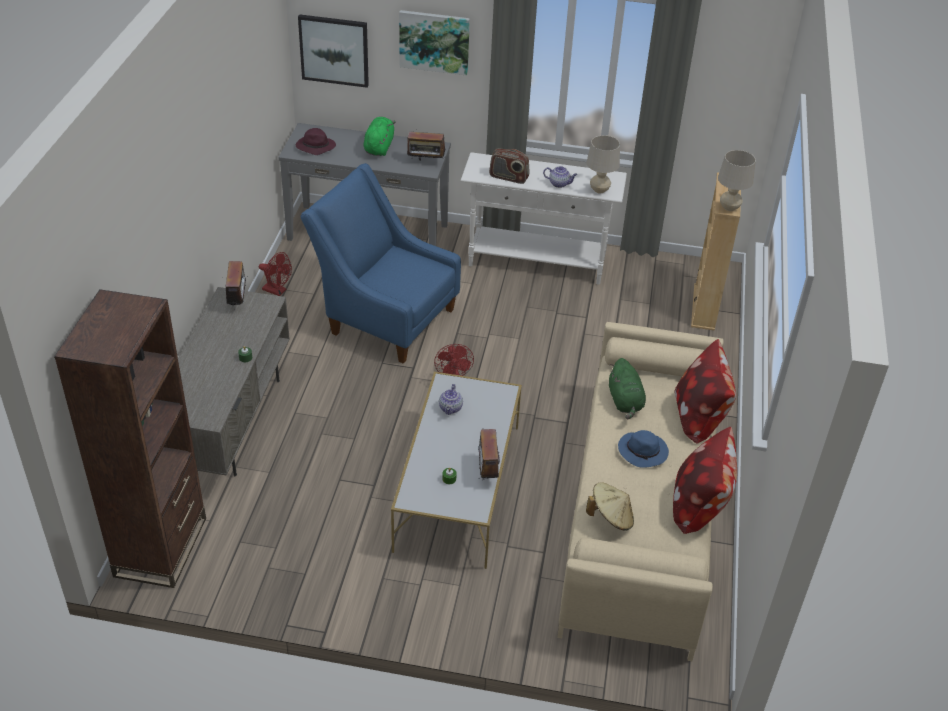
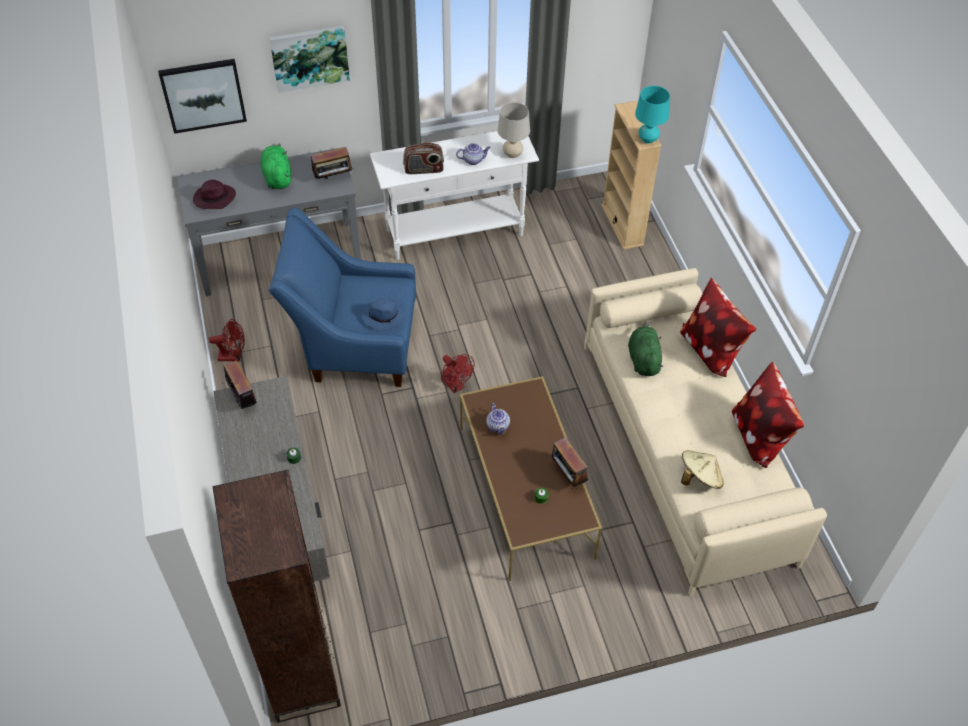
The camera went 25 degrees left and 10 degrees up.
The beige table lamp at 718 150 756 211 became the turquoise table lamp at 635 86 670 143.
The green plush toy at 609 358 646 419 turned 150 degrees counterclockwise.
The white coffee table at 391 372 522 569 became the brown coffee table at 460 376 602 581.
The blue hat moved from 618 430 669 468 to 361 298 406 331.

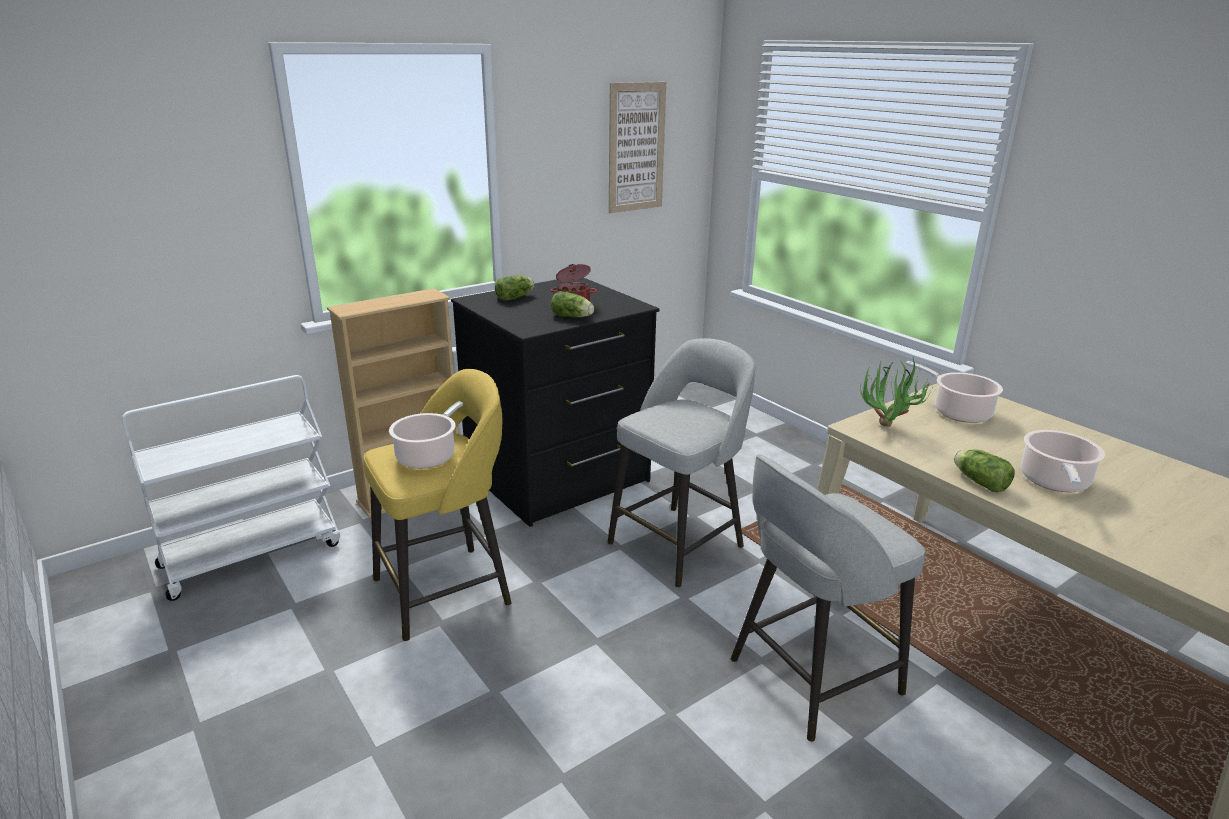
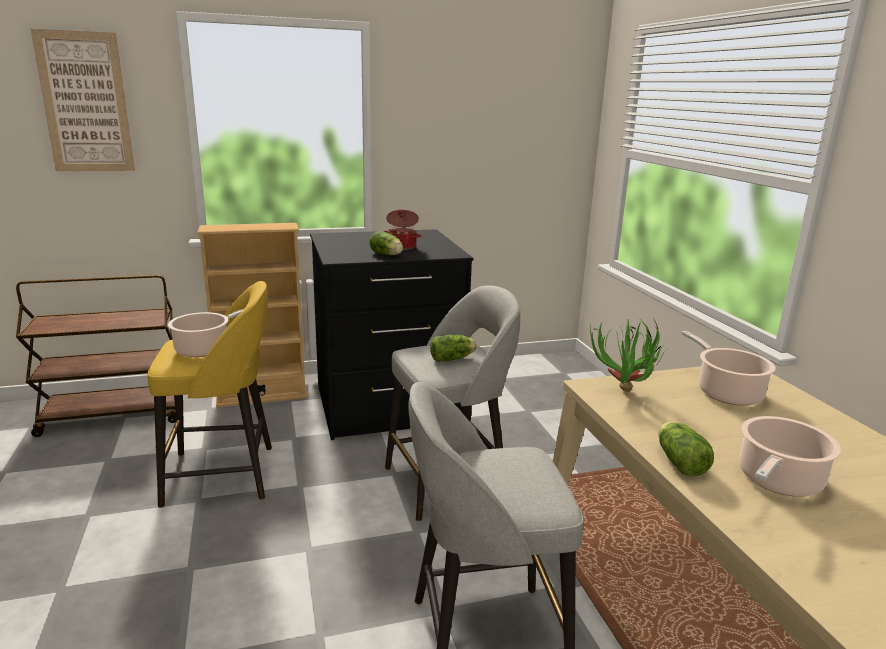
The camera went 20 degrees right and 5 degrees down.
The picture moved from 609 82 666 213 to 31 29 135 171.
The lettuce moved from 495 275 535 301 to 430 335 477 362.
The white cart at 122 375 340 601 became the brown cart at 16 275 176 437.

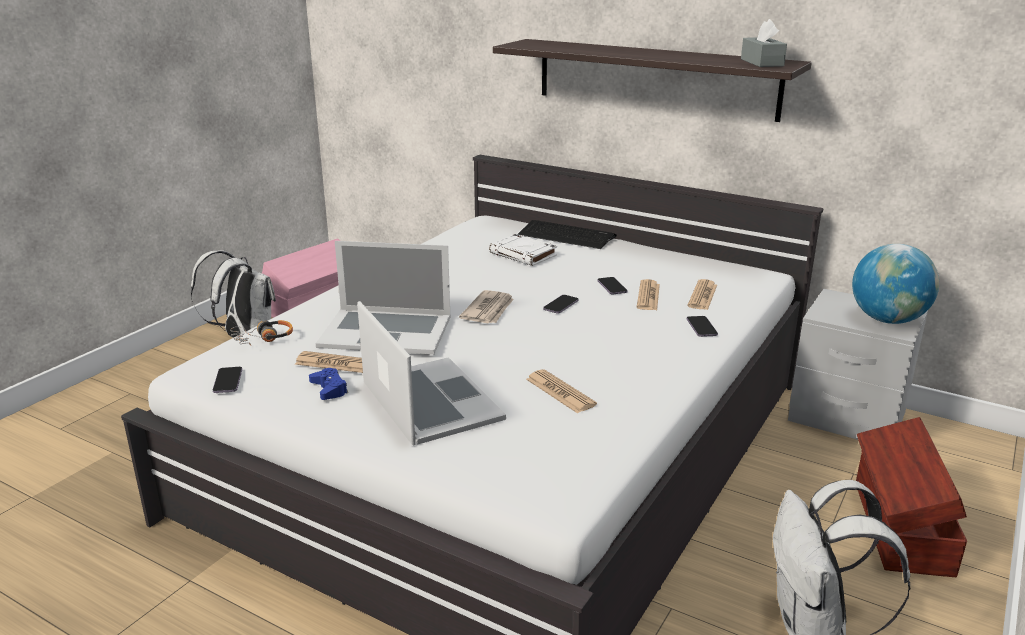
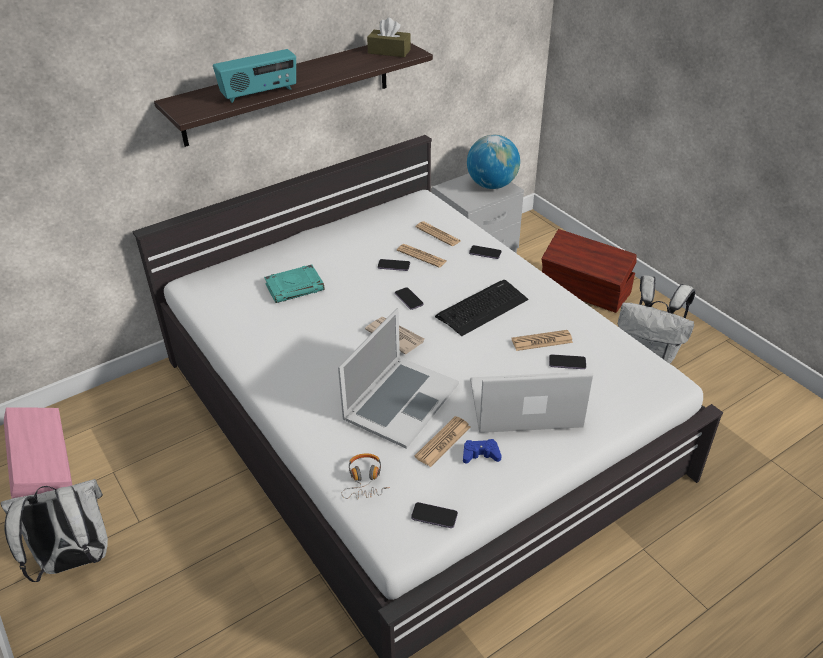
The camera went 65 degrees left and 15 degrees up.
The grey tissue box at 741 19 787 67 became the brown tissue box at 367 18 411 57.
The keyboard moved from 518 220 617 249 to 435 280 528 336.
The white book at 489 234 557 266 became the turquoise book at 264 264 325 303.
The radio at 213 49 296 103 appeared.
The phone at 549 354 586 369 appeared.

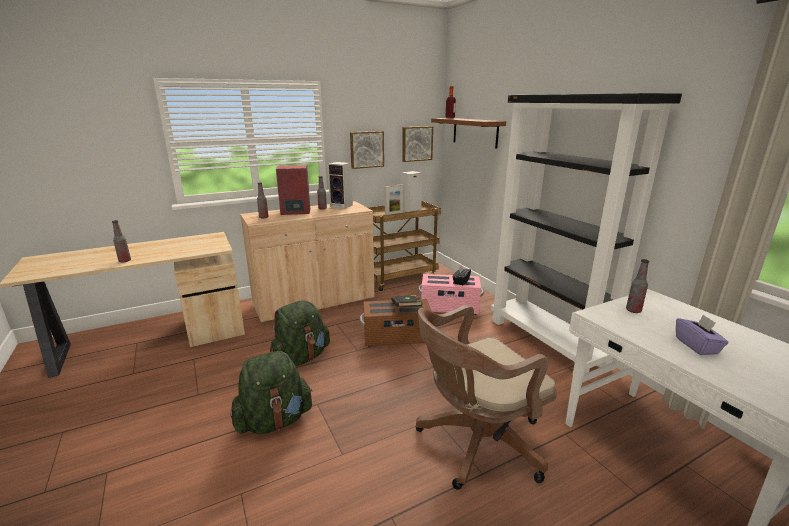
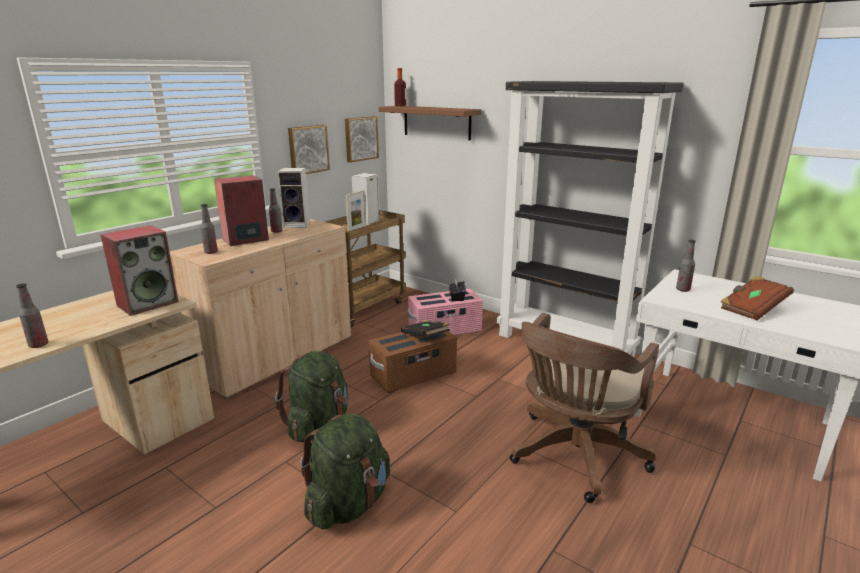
The camera went 25 degrees left and 0 degrees up.
The purple tissue box at 676 314 729 355 was replaced by the brown book at 720 276 794 320.
The speaker at 100 225 179 316 appeared.

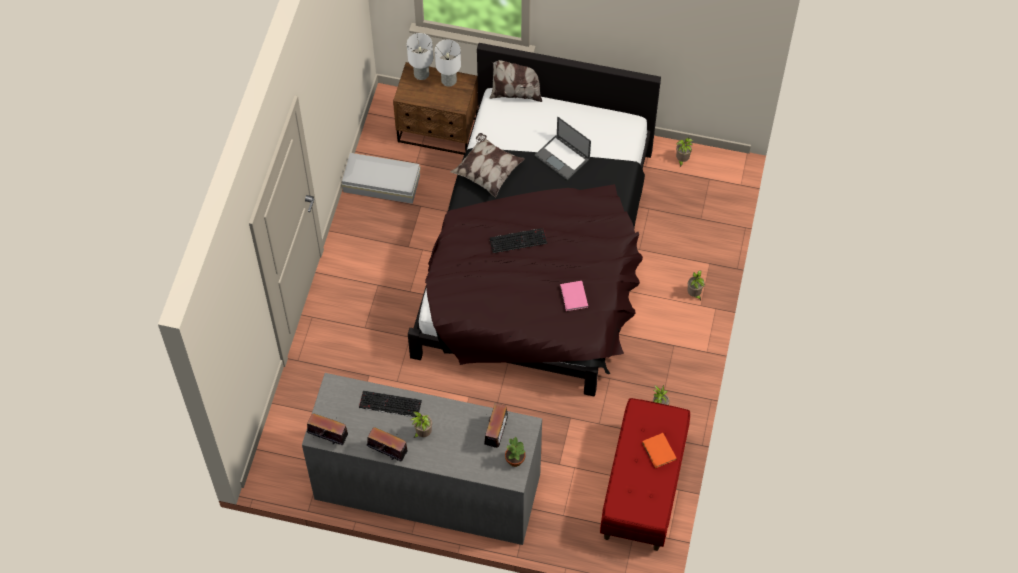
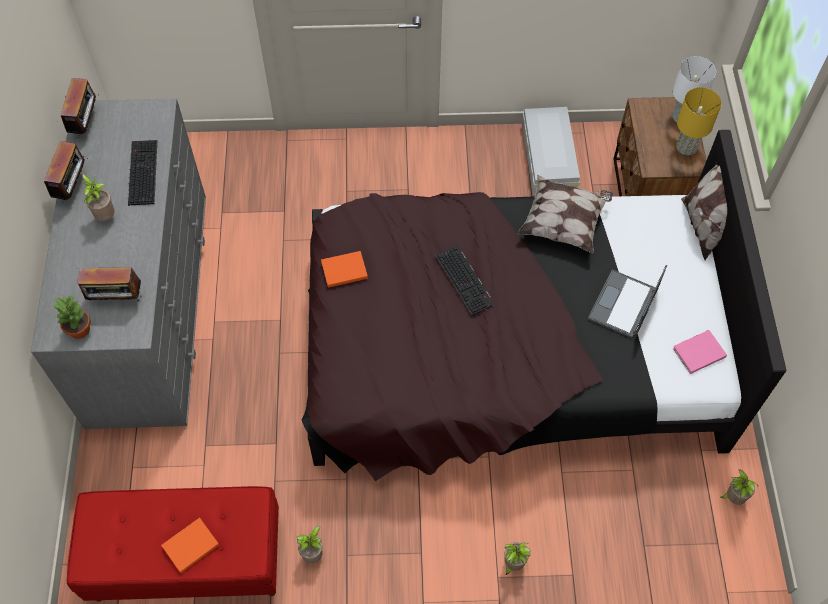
The camera went 75 degrees right and 0 degrees up.
The white table lamp at 435 39 461 87 became the yellow table lamp at 676 87 722 155.
The pink book moved from 560 281 588 311 to 673 330 727 374.
The orange book at 321 251 368 288 appeared.

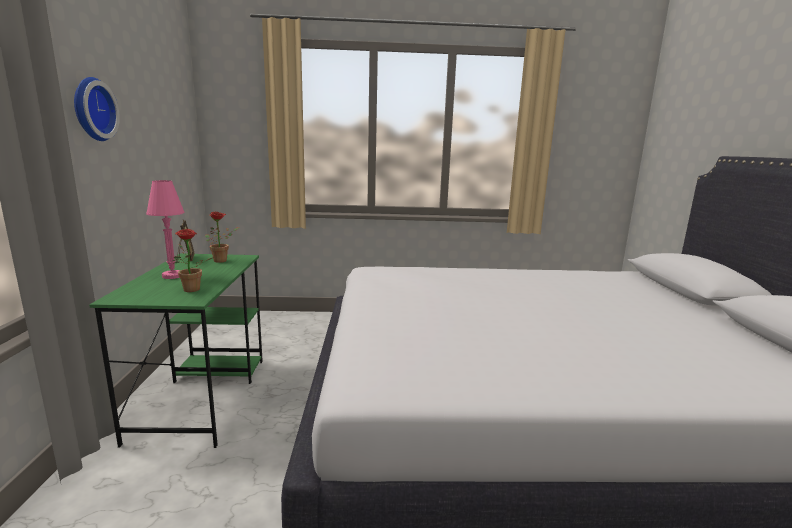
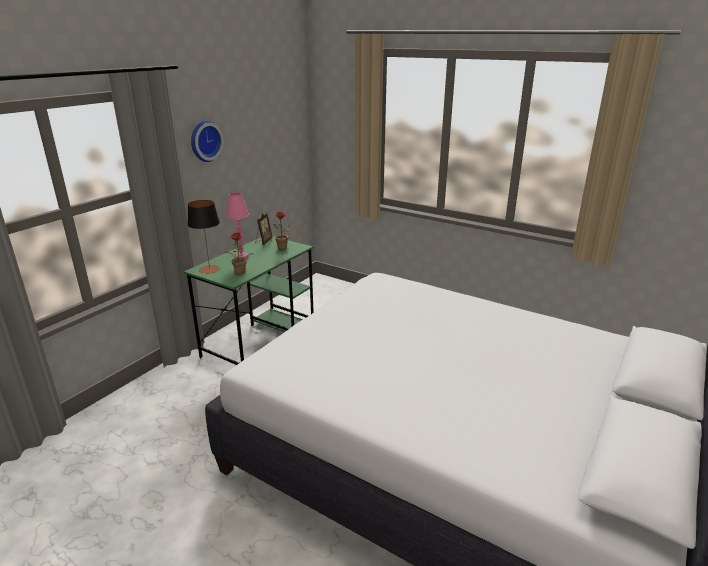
The camera went 35 degrees right and 10 degrees up.
The table lamp at 187 200 220 274 appeared.

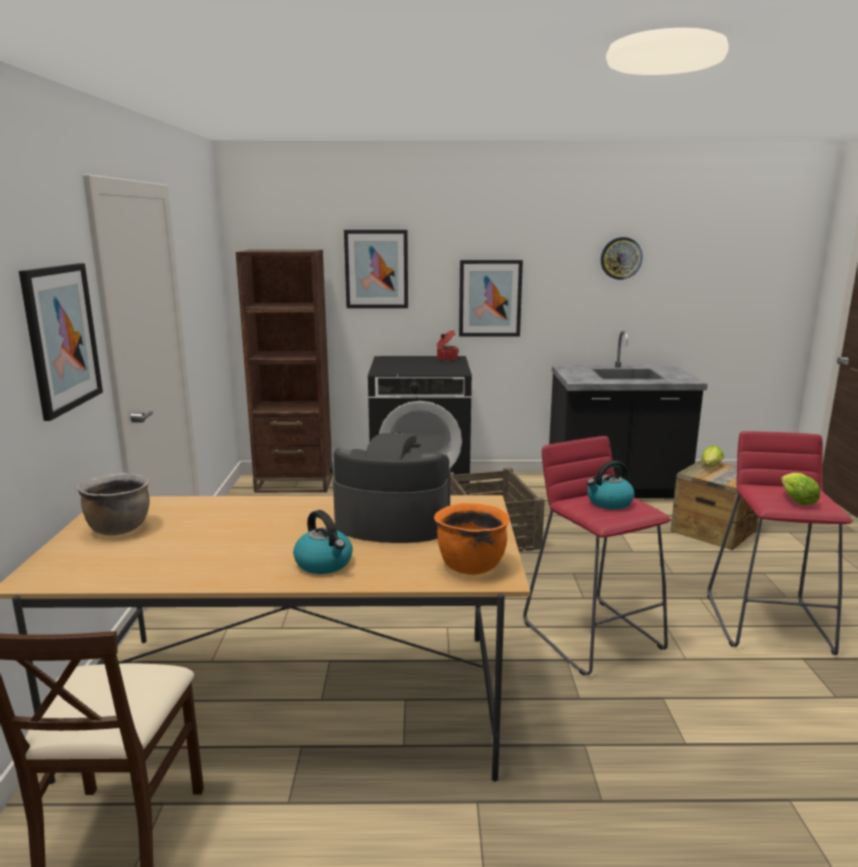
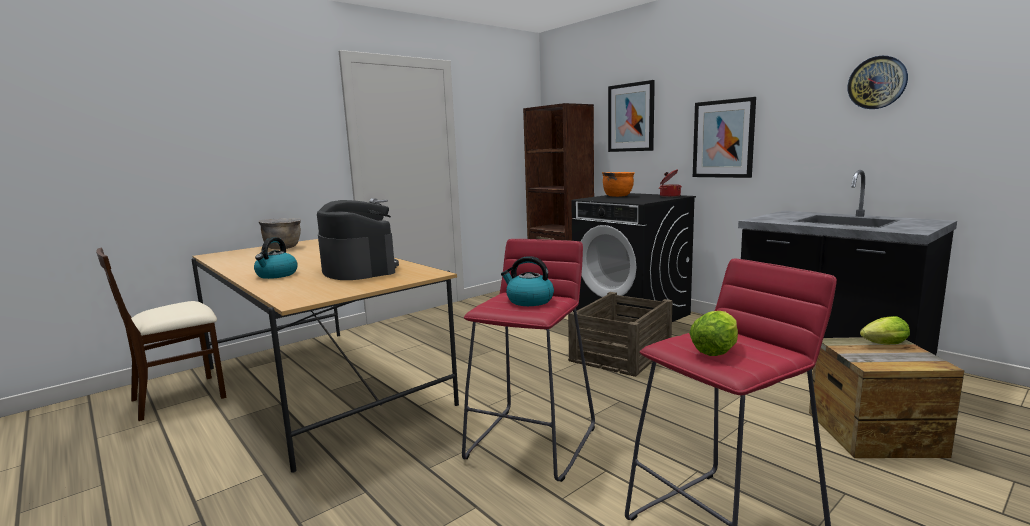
The camera went 50 degrees right and 5 degrees down.
The picture at 19 263 103 421 disappeared.
The orange cooking pot moved from 434 503 510 575 to 602 172 635 197.

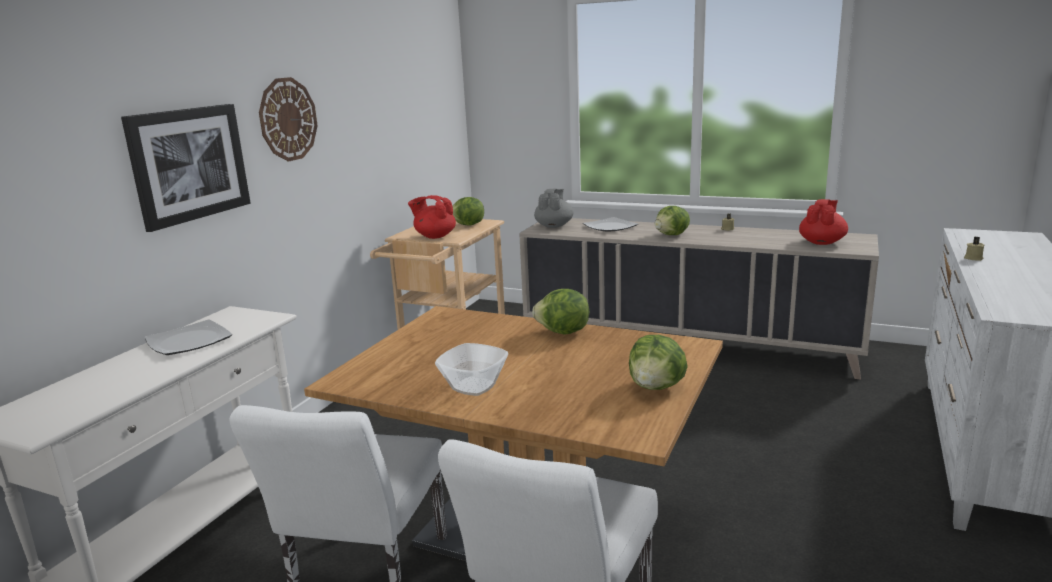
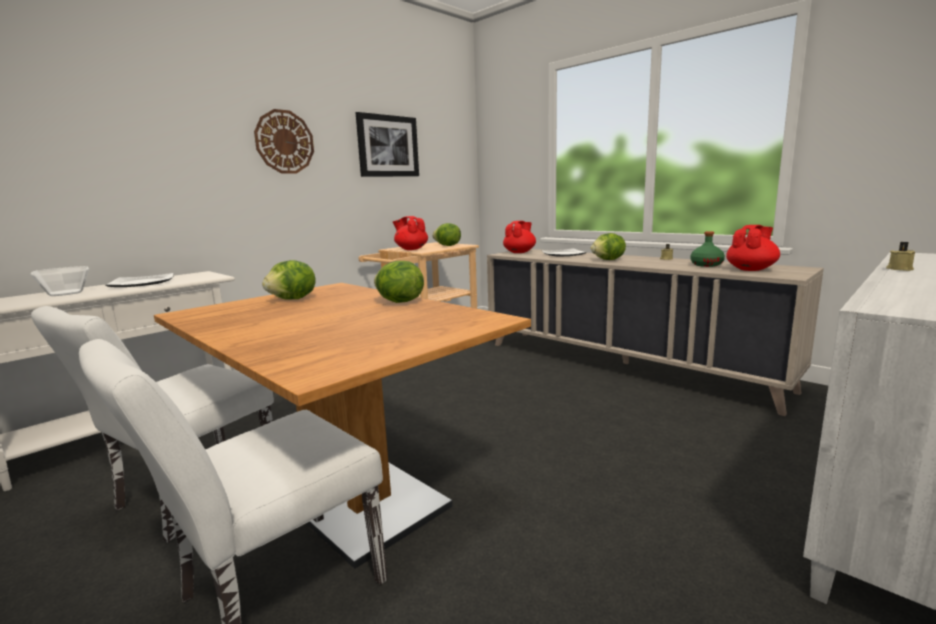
The camera went 20 degrees right and 5 degrees down.
The picture moved from 121 104 251 232 to 356 112 419 177.
The grey teapot at 534 189 573 228 became the red teapot at 503 221 536 253.
The lettuce moved from 629 335 688 390 to 262 260 315 299.
The bowl moved from 435 343 508 396 to 30 266 89 296.
The green bottle at 690 231 725 267 appeared.

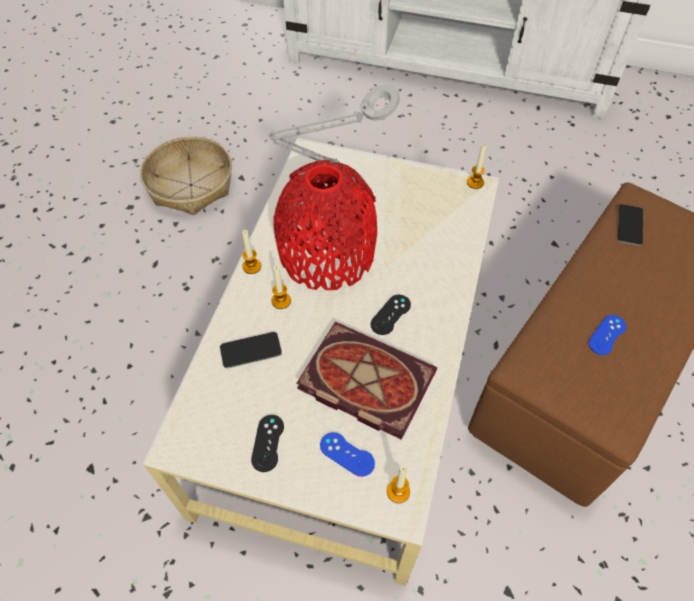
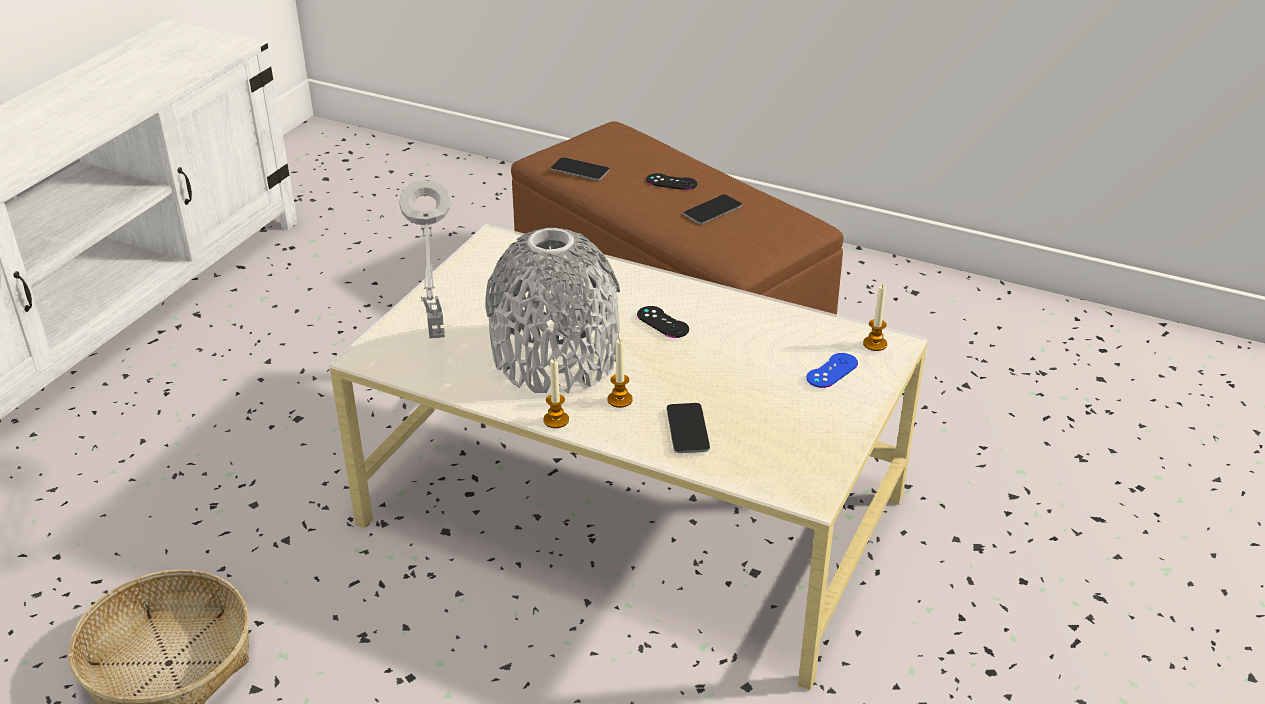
The camera went 80 degrees left and 20 degrees down.
The candle at 467 144 487 189 disappeared.
The red vase at 273 160 377 290 became the grey vase at 485 228 620 393.
The blue game controller at 588 315 626 355 was replaced by the phone at 684 195 742 224.
The book at 296 322 437 440 disappeared.
The black game controller moved from 251 415 284 472 to 646 173 697 190.

